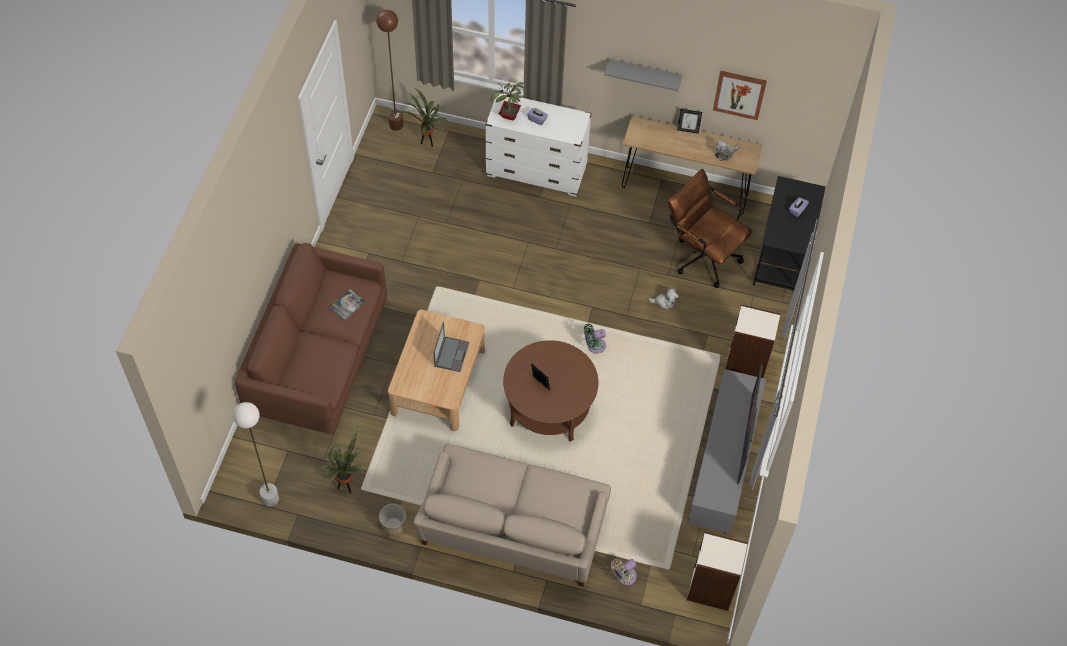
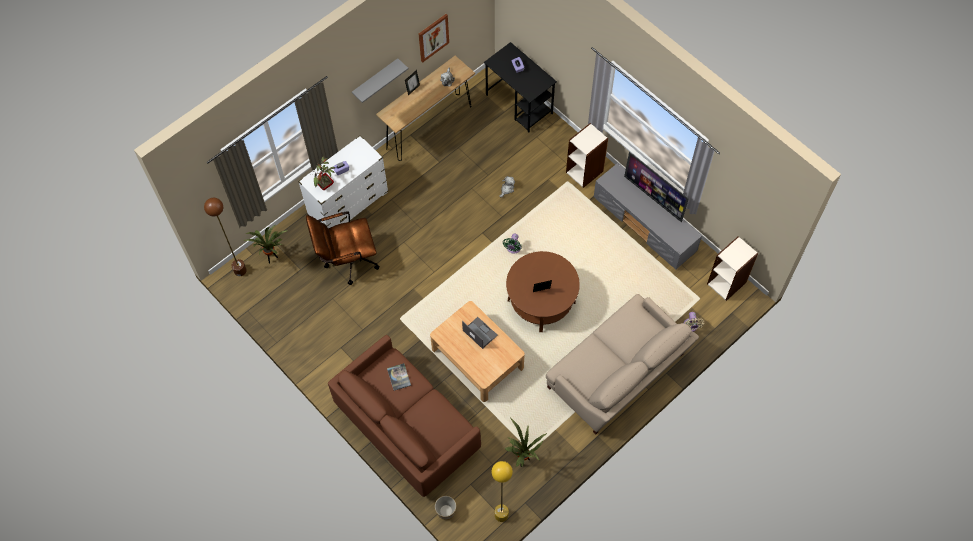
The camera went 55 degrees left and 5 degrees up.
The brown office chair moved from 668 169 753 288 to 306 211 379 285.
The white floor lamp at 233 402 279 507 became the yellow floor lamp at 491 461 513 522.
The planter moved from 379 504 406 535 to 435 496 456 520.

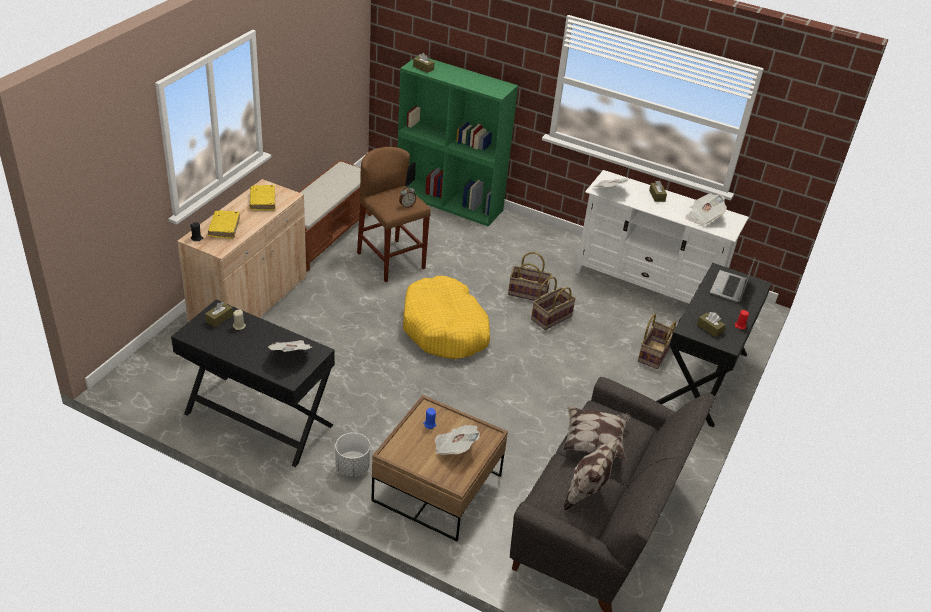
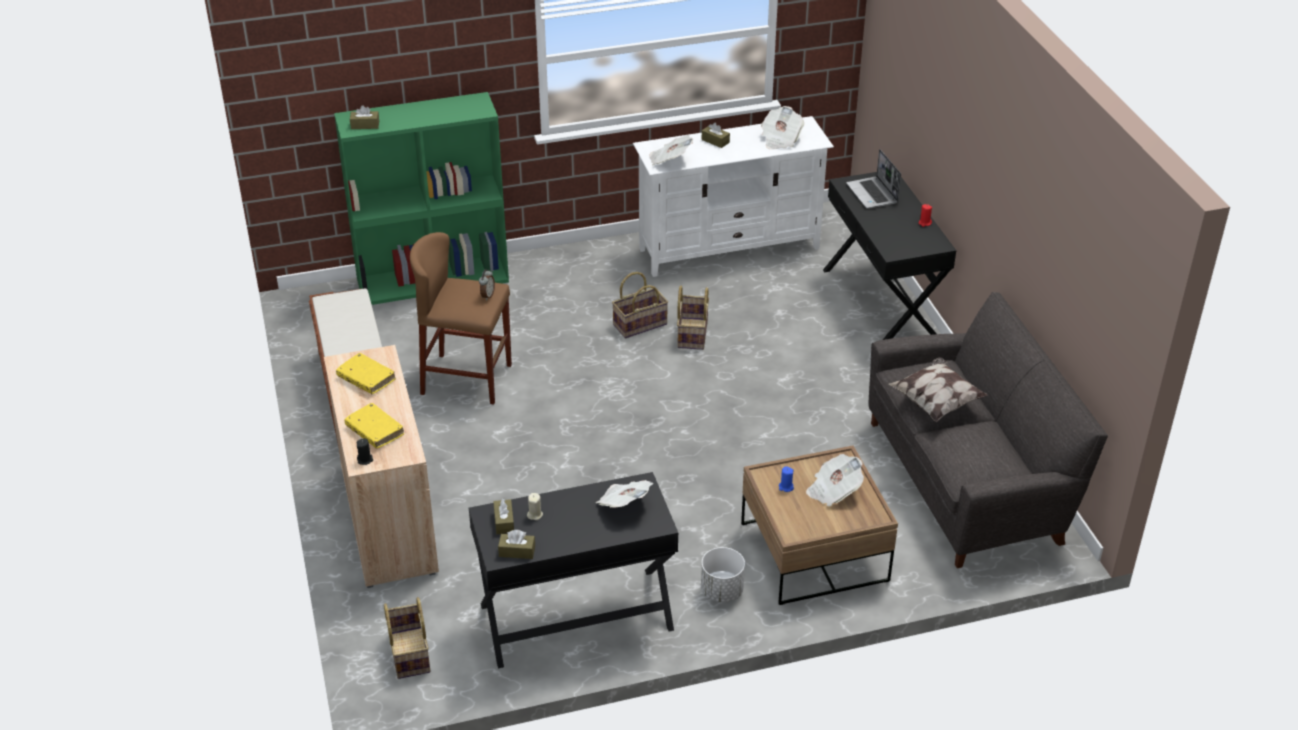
The camera went 40 degrees left and 0 degrees up.
The yellow dog bed at 403 276 490 359 disappeared.
The brown tissue box moved from 697 312 725 337 to 498 530 535 559.
The basket moved from 638 314 676 369 to 384 597 430 679.
The pillow at 564 433 622 510 disappeared.

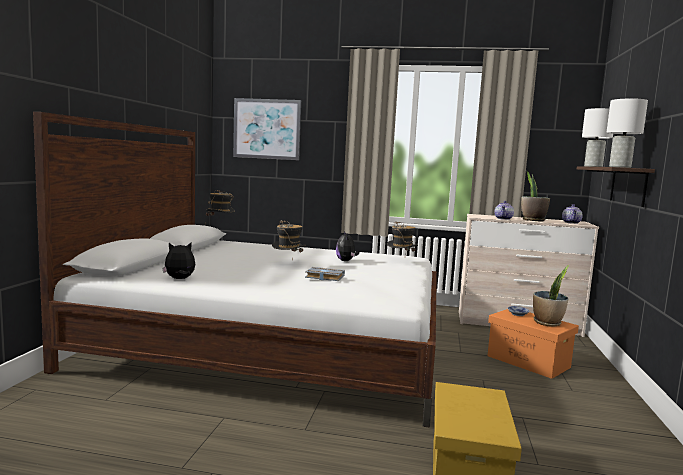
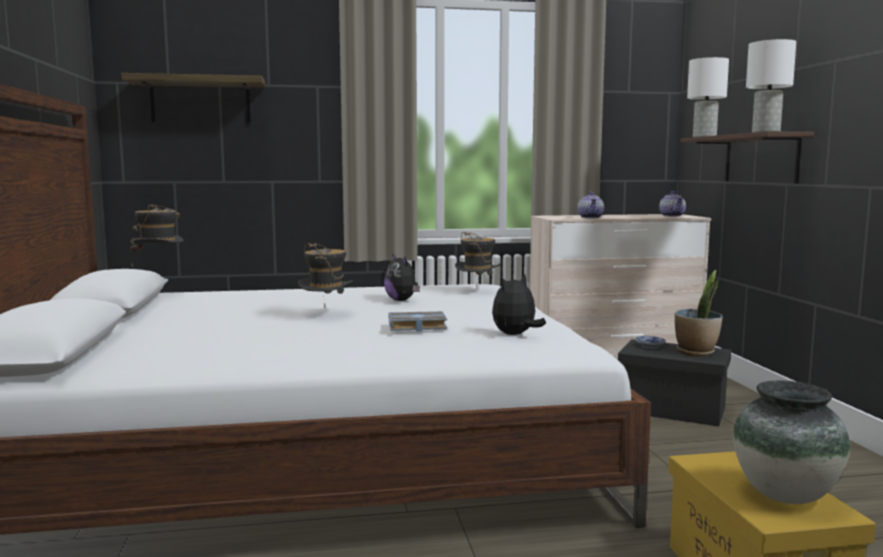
The camera went 20 degrees left and 0 degrees up.
The picture at 233 98 301 160 was replaced by the shelf at 121 73 265 123.
The potted plant at 521 171 550 222 disappeared.
The plush toy moved from 162 242 195 279 to 492 274 546 335.
The orange storage box at 488 309 579 379 became the black storage box at 618 339 731 427.
The vase at 733 380 850 504 appeared.

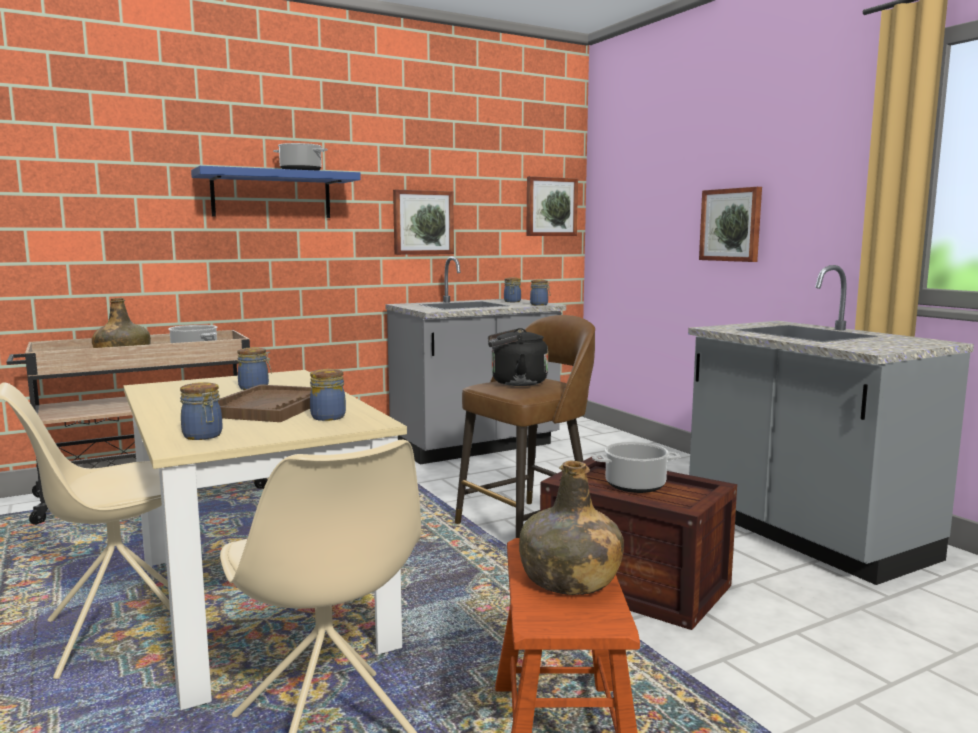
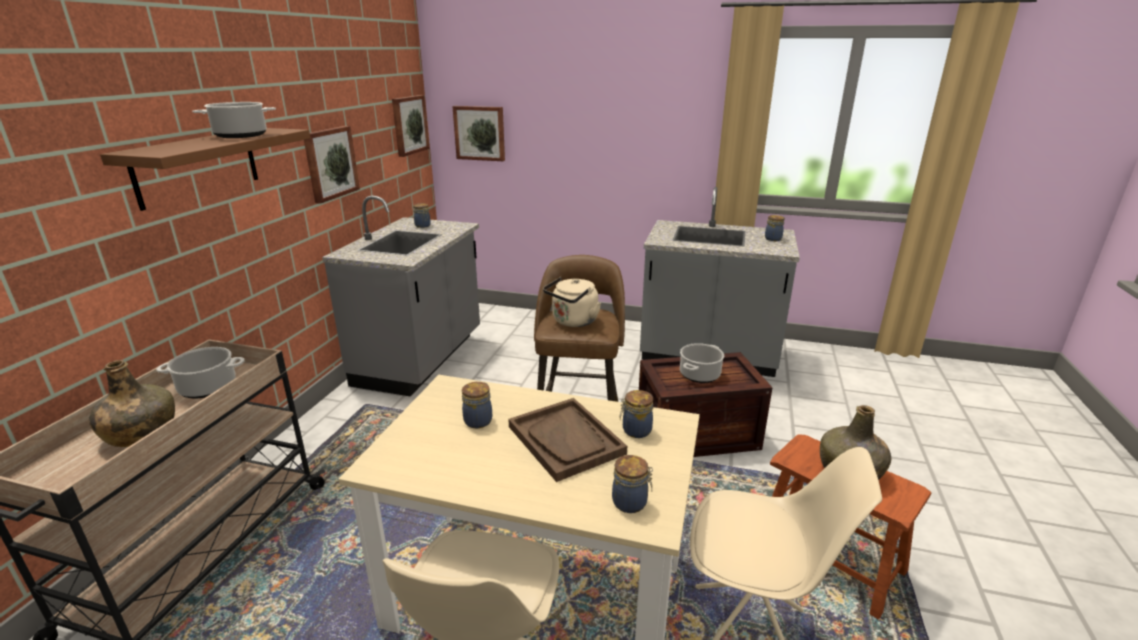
The camera went 45 degrees left and 15 degrees up.
The blue shelf at 191 166 361 218 became the brown shelf at 100 128 310 211.
The picture moved from 699 187 762 262 to 452 106 505 161.
The jar moved from 530 279 550 306 to 765 215 785 241.
The black kettle at 488 328 548 386 became the beige kettle at 543 277 601 327.

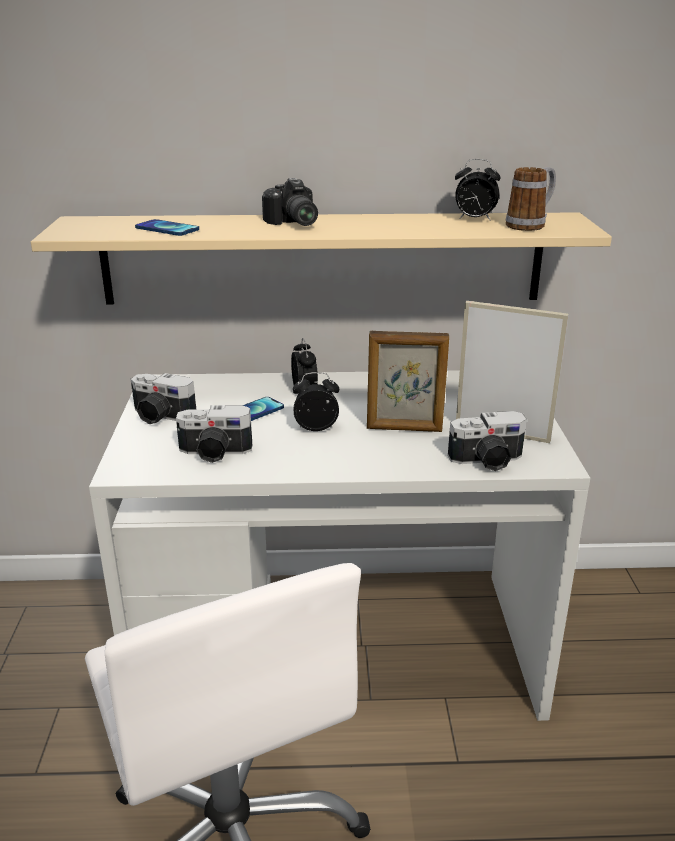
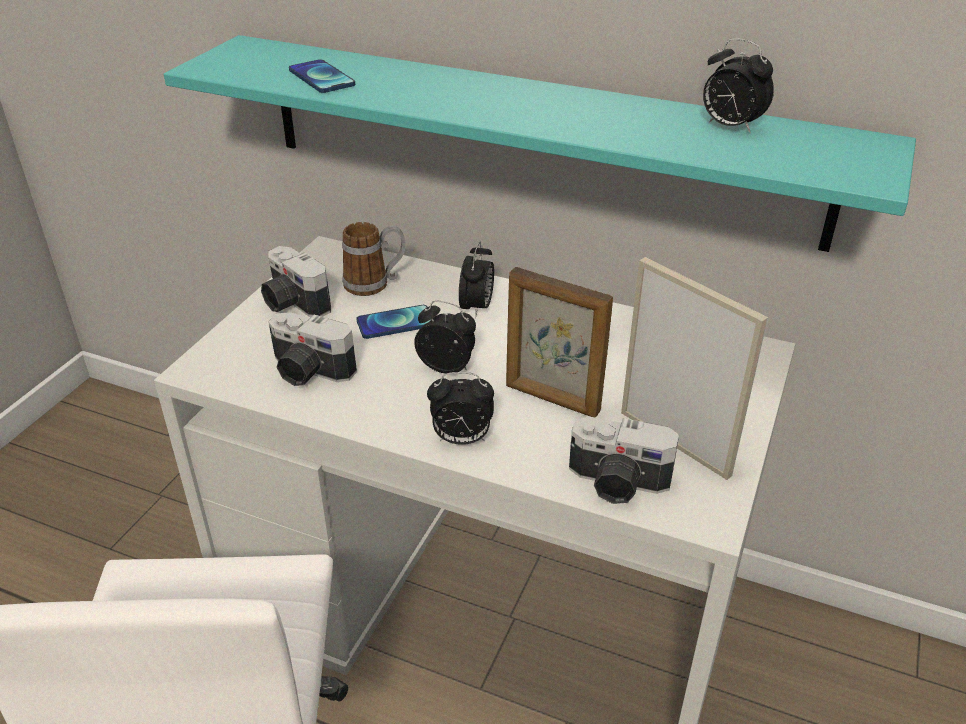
The camera went 25 degrees right and 10 degrees up.
The mug moved from 506 167 556 231 to 342 222 406 296.
The photo camera at 262 178 318 226 disappeared.
The beige shelf at 31 212 612 305 became the turquoise shelf at 164 35 916 252.
The alarm clock at 427 372 494 445 appeared.

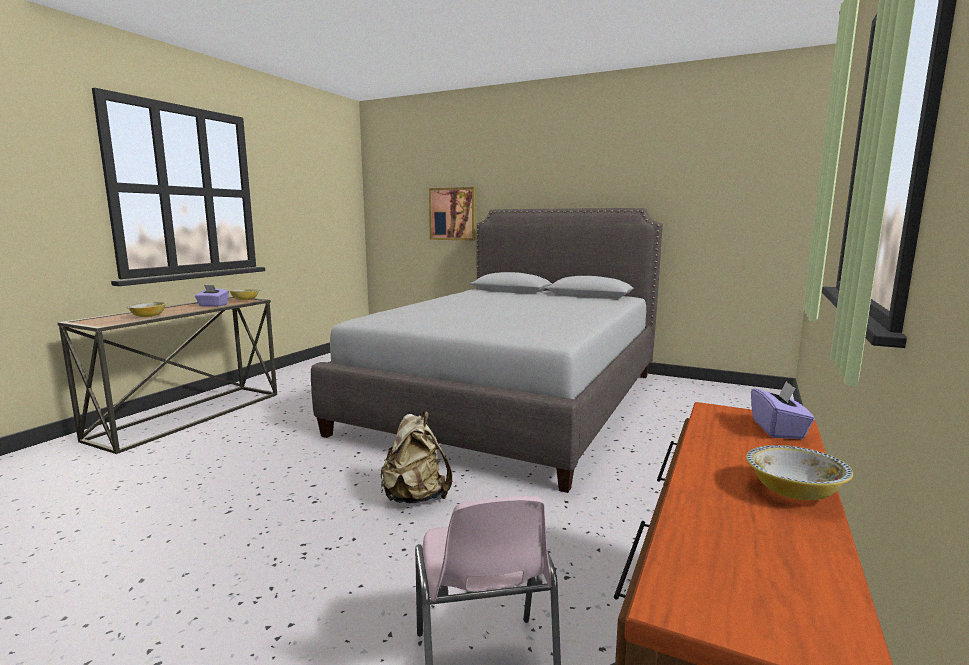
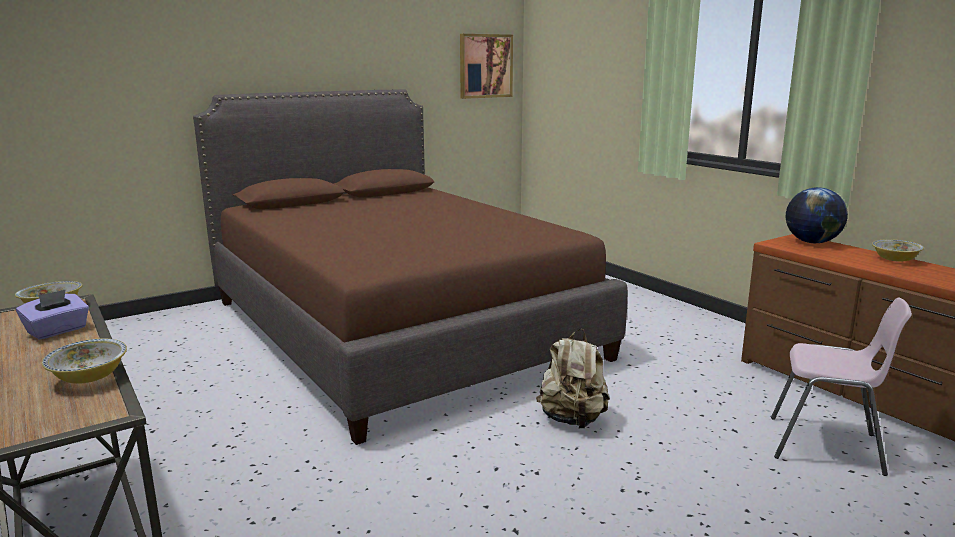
The camera went 60 degrees left and 5 degrees up.
The picture moved from 429 187 476 241 to 460 34 513 99.
The grey bed at 311 208 663 493 became the brown bed at 193 89 628 445.
The purple tissue box at 751 381 815 439 was replaced by the globe at 786 187 848 243.

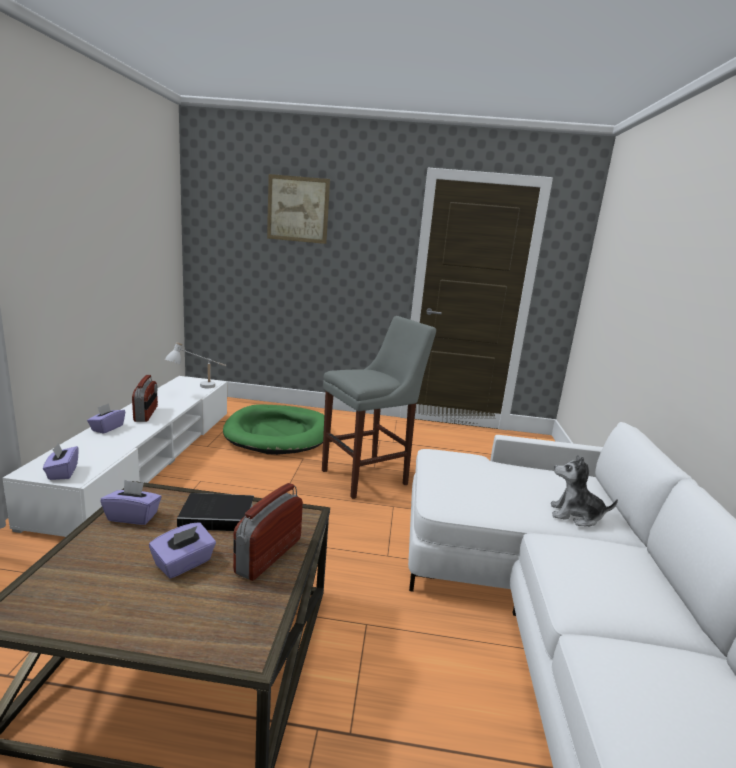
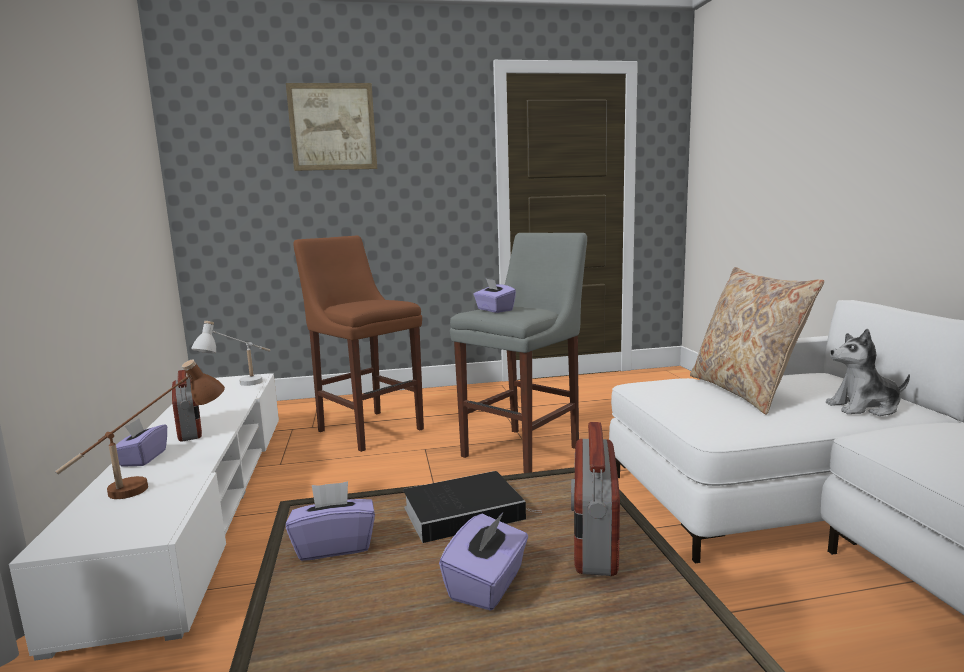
The camera went 15 degrees left and 5 degrees down.
The green dog bed at 223 404 324 455 was replaced by the brown stool at 293 236 424 452.
The purple tissue box moved from 43 443 79 480 to 473 278 516 313.
The beige pillow at 690 267 824 415 appeared.
The brown table lamp at 55 360 225 499 appeared.

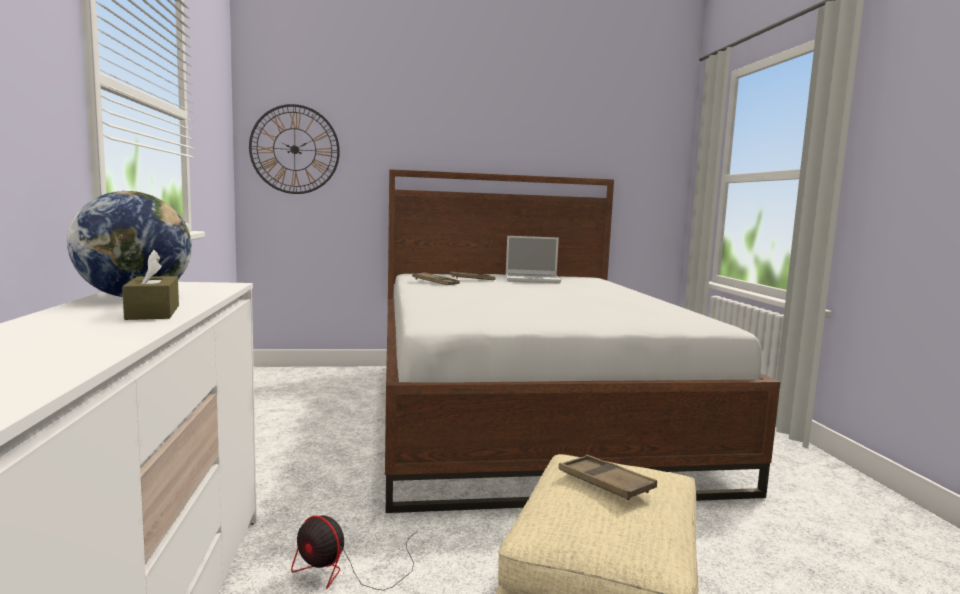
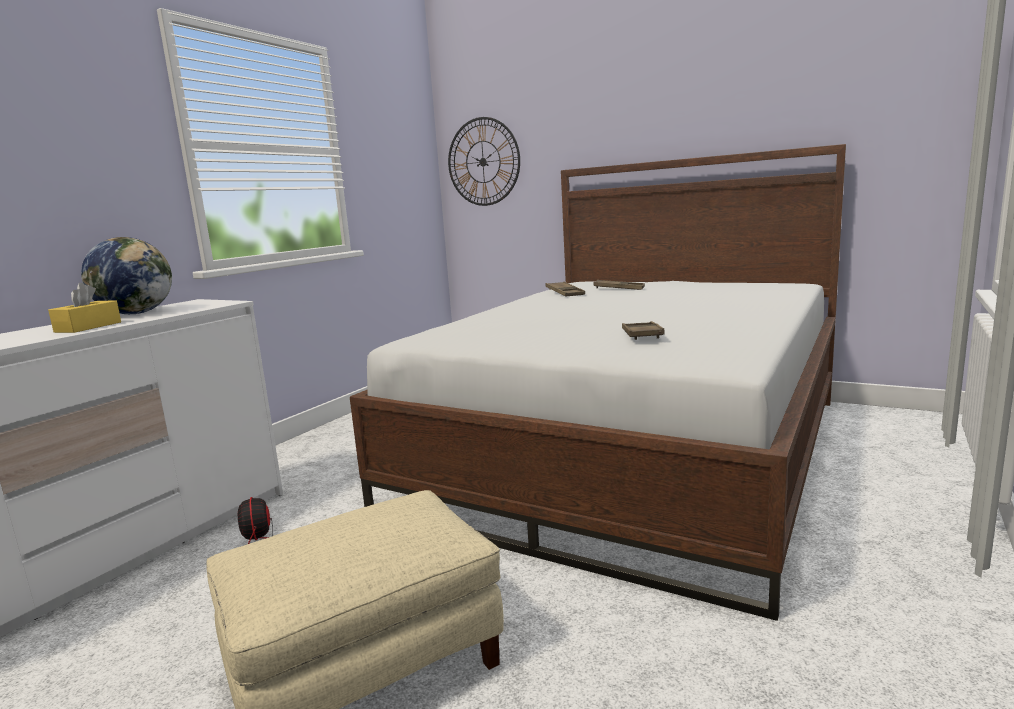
The camera went 40 degrees right and 5 degrees up.
The laptop at 506 236 561 284 disappeared.
The brown tissue box at 122 250 179 320 became the yellow tissue box at 48 283 121 333.
The brown tray moved from 559 455 657 500 to 622 321 664 340.

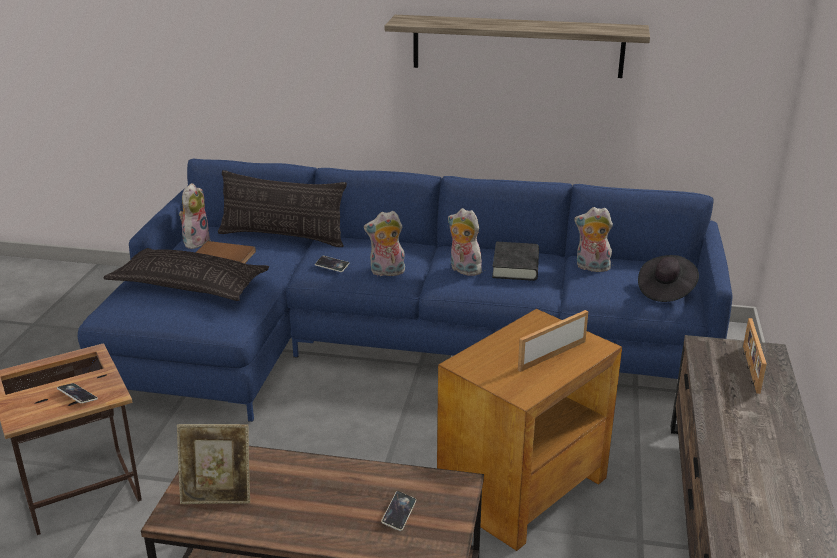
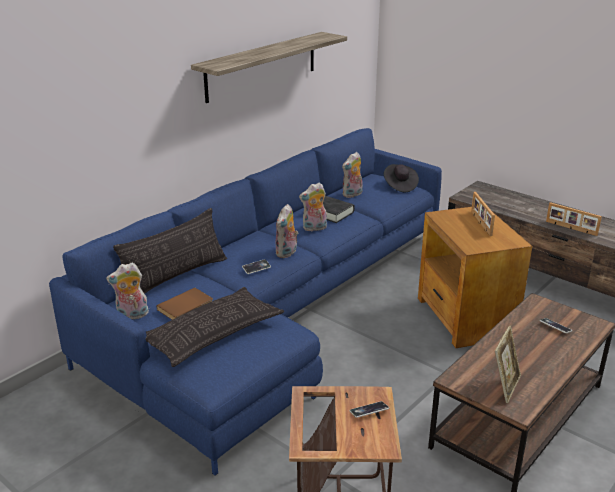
The camera went 60 degrees left and 0 degrees up.
The plush toy at 179 183 211 249 turned 60 degrees counterclockwise.
The picture frame moved from 743 318 767 394 to 546 202 602 236.

